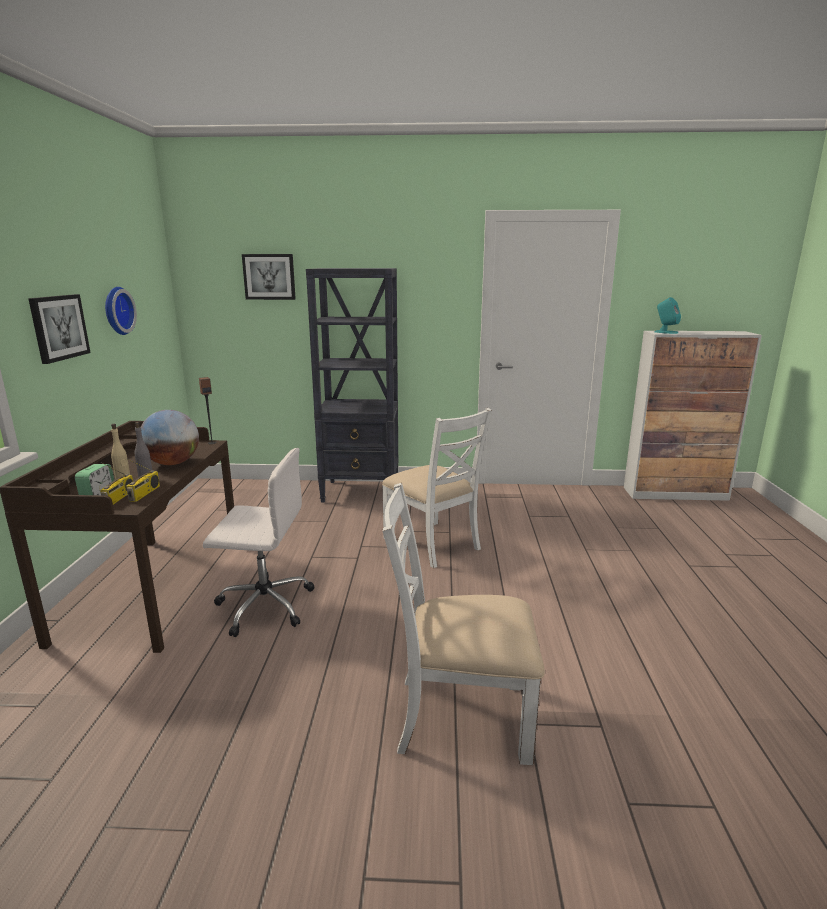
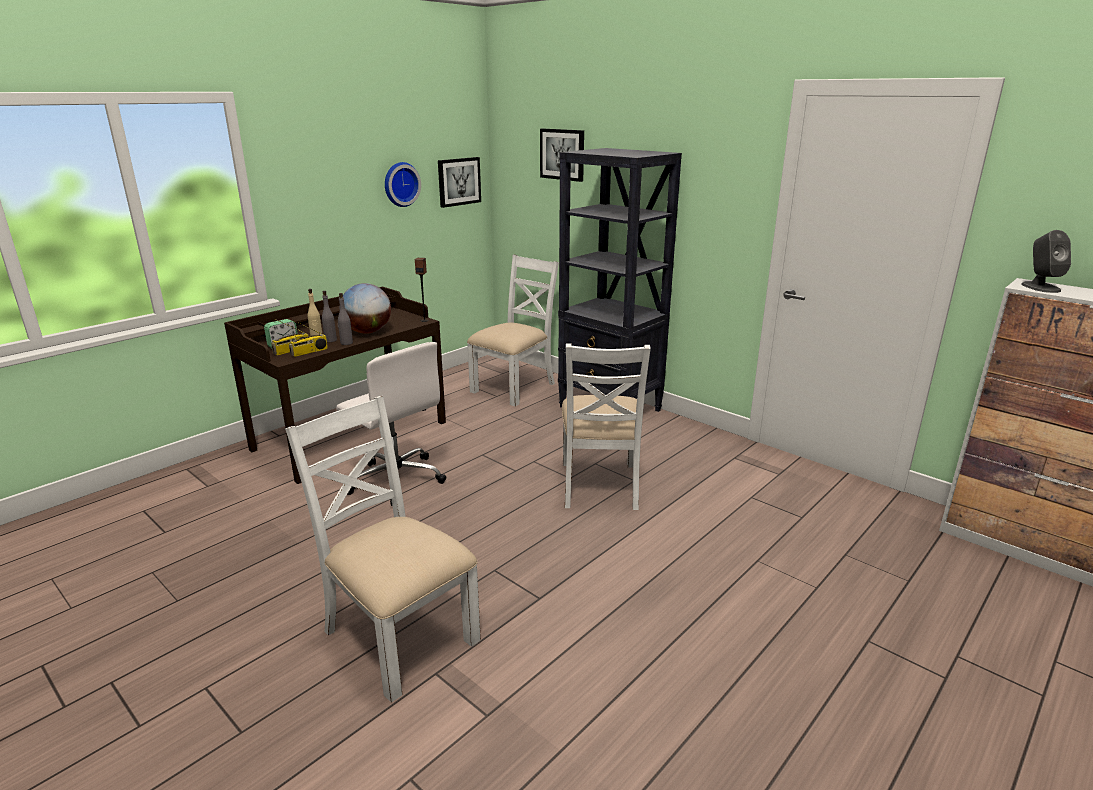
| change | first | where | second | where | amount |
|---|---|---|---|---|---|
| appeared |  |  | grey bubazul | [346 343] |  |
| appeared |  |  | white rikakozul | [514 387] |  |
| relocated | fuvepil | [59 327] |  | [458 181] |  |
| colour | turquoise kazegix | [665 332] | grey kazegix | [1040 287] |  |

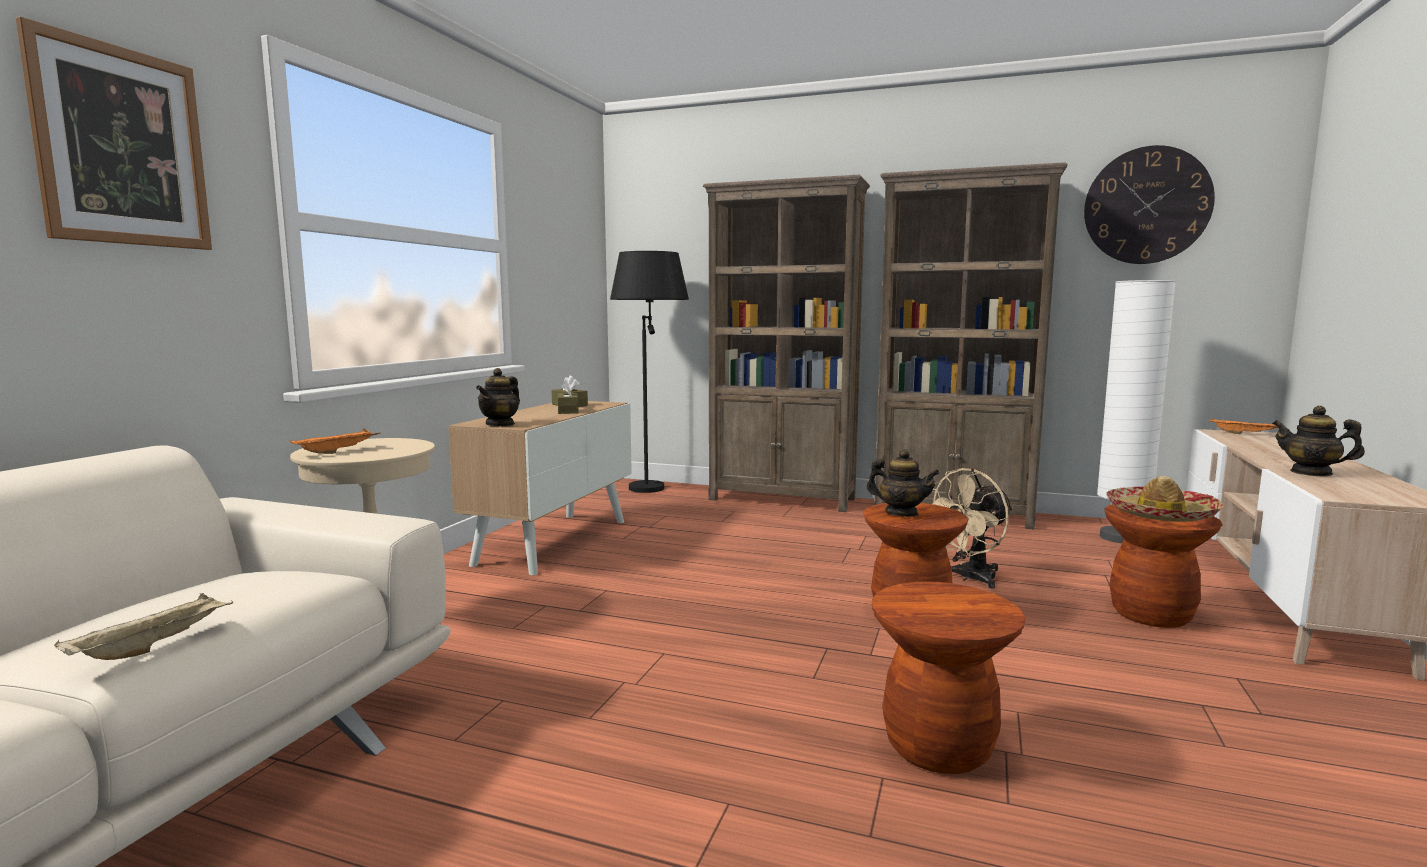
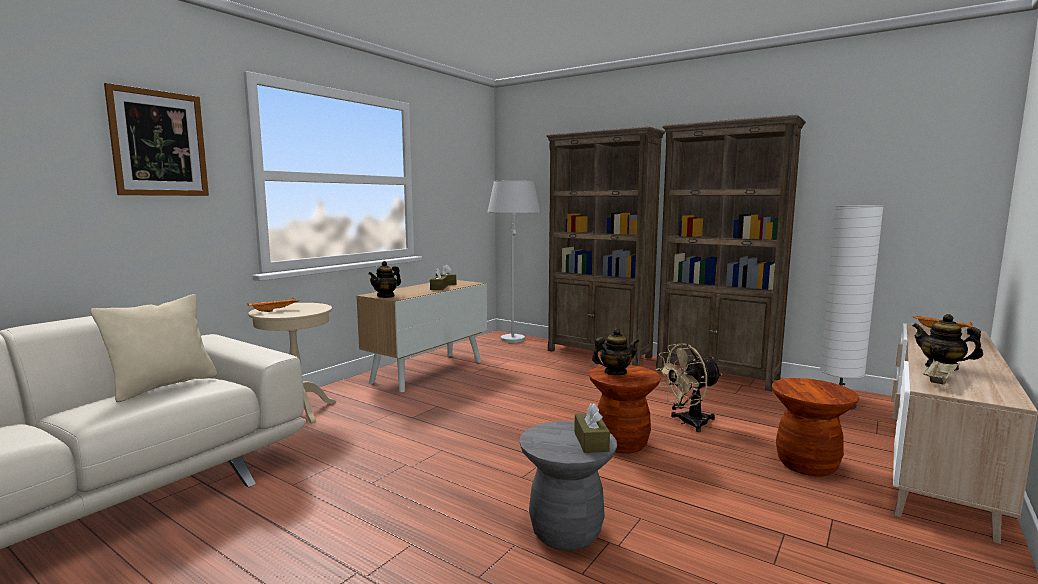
| change | first | where | second | where | amount |
|---|---|---|---|---|---|
| missing | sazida | [1147 205] |  |  |  |
| missing | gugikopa | [1161 514] |  |  |  |
| appeared |  |  | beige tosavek | [163 386] |  |
| appeared |  |  | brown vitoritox | [591 441] |  |
| relocated | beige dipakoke | [153 646] |  | [939 381] |  |
| colour | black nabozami | [652 493] | white nabozami | [514 343] |  |
| colour | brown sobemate | [938 747] | grey sobemate | [566 532] |  |
| spun | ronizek | [901 513] |  | [615 373] | 60 degrees counterclockwise |

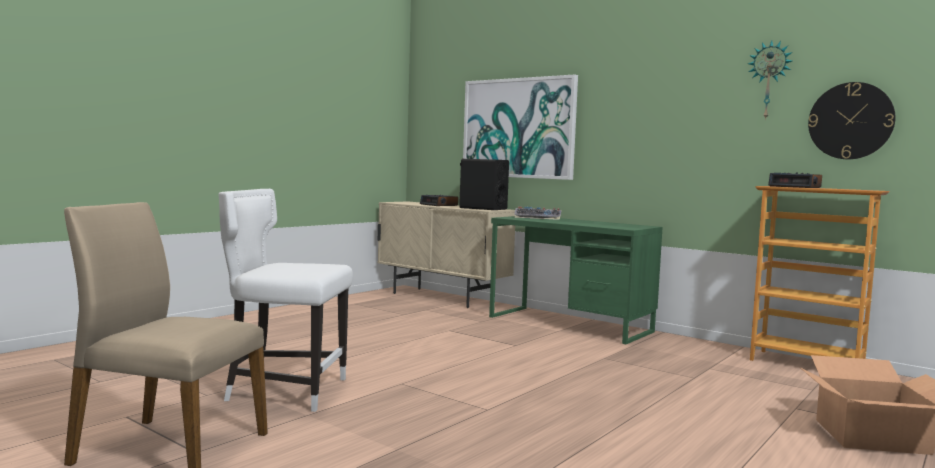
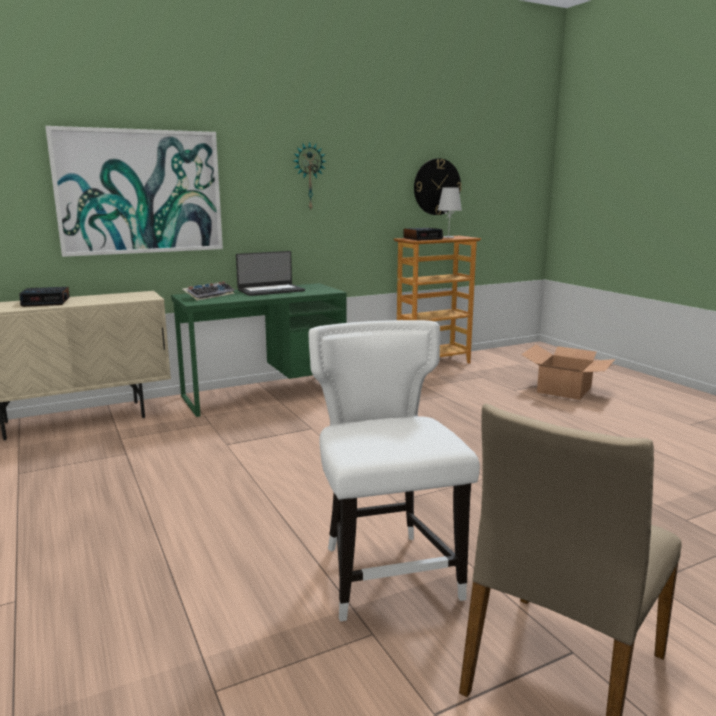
| change | first | where | second | where | amount |
|---|---|---|---|---|---|
| missing | black kazegix | [483 208] |  |  |  |
| appeared |  |  | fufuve | [270 290] |  |
| appeared |  |  | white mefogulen | [448 237] |  |
| relocated | sazida | [769 80] |  | [309 176] |  |
| spun | white rikakozul | [284 391] |  | [386 572] | 135 degrees clockwise |

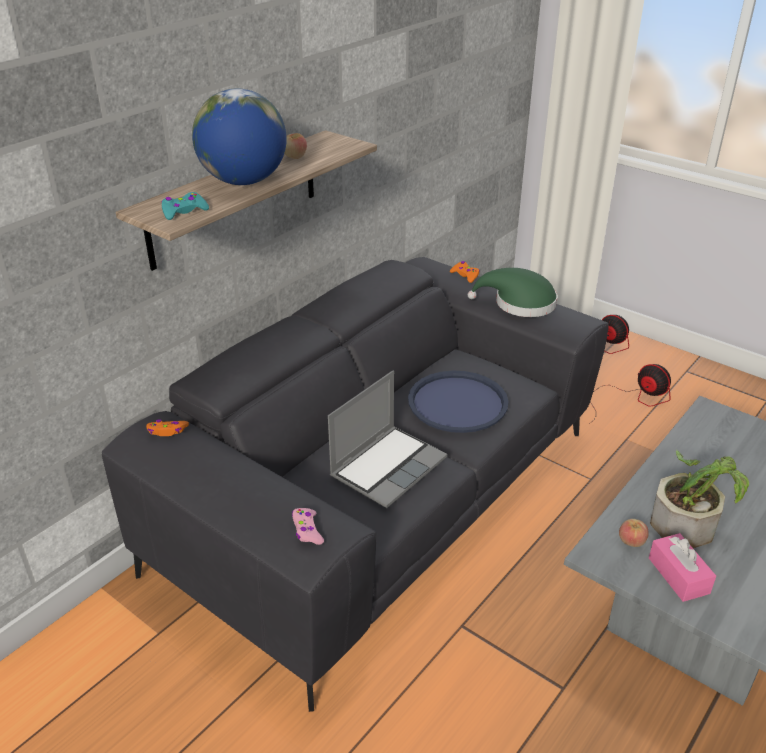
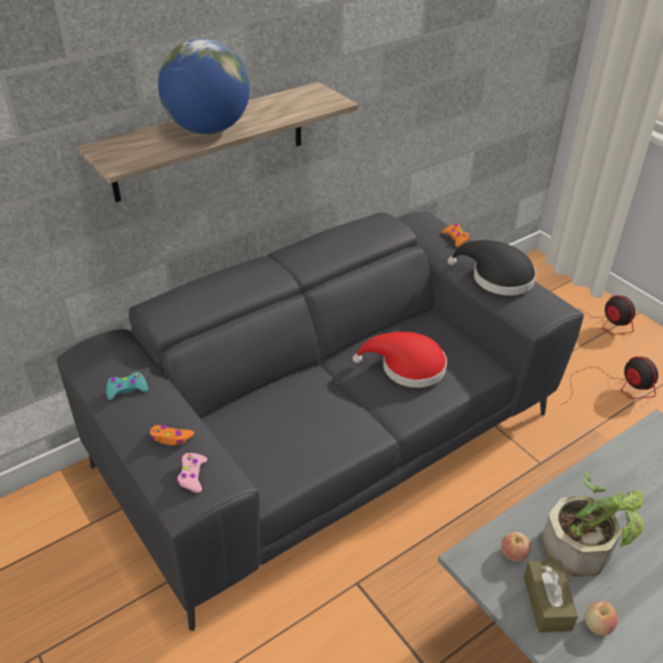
| change | first | where | second | where | amount |
|---|---|---|---|---|---|
| missing | fufuve | [388 466] |  |  |  |
| relocated | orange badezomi | [167 431] |  | [171 438] |  |
| relocated | turquoise badezomi | [184 211] |  | [127 389] |  |
| relocated | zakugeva | [295 157] |  | [597 625] |  |
| exchanged | blue dipakoke | [458 402] | red gugikopa | [407 367] |  |
| colour | green gugikopa | [519 303] | black gugikopa | [497 277] |  |
| colour | pink vitoritox | [678 575] | brown vitoritox | [547 603] |  |

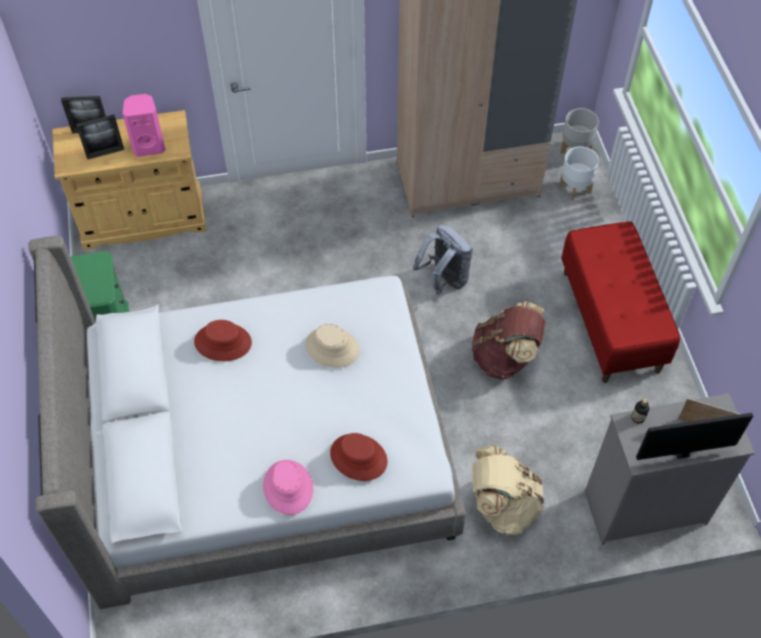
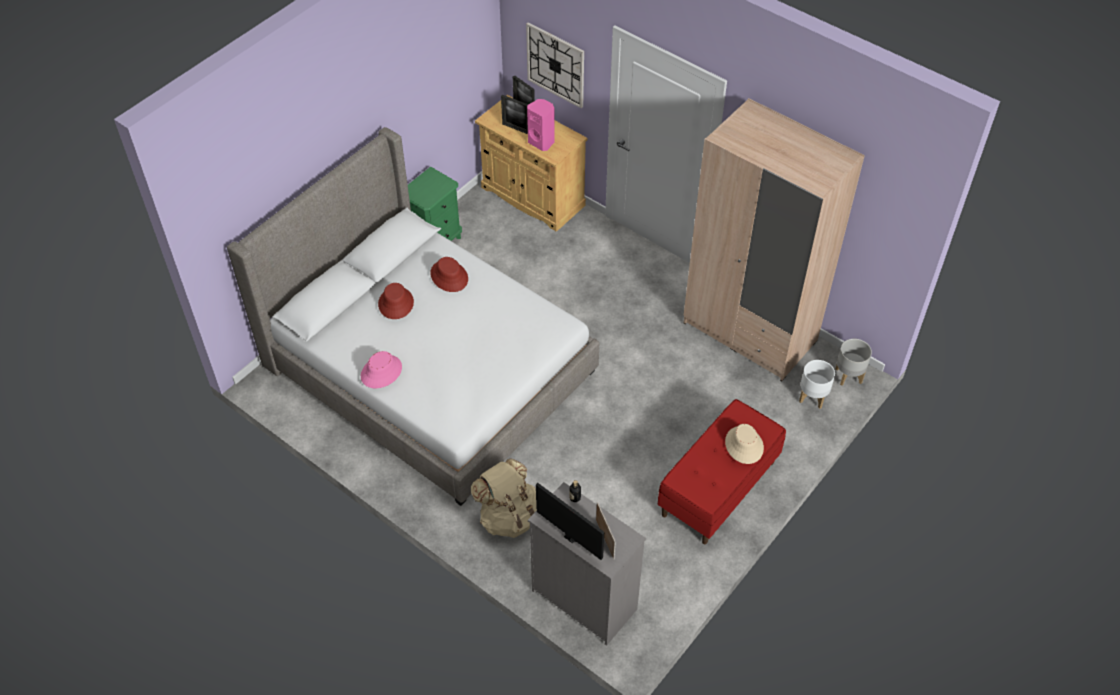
| change | first | where | second | where | amount |
|---|---|---|---|---|---|
| missing | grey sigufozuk | [444 280] |  |  |  |
| missing | brown sigufozuk | [505 357] |  |  |  |
| appeared |  |  | sazida | [556 65] |  |
| relocated | beige gugikopa | [332 348] |  | [744 445] |  |
| relocated | red gugikopa | [358 457] |  | [395 303] |  |

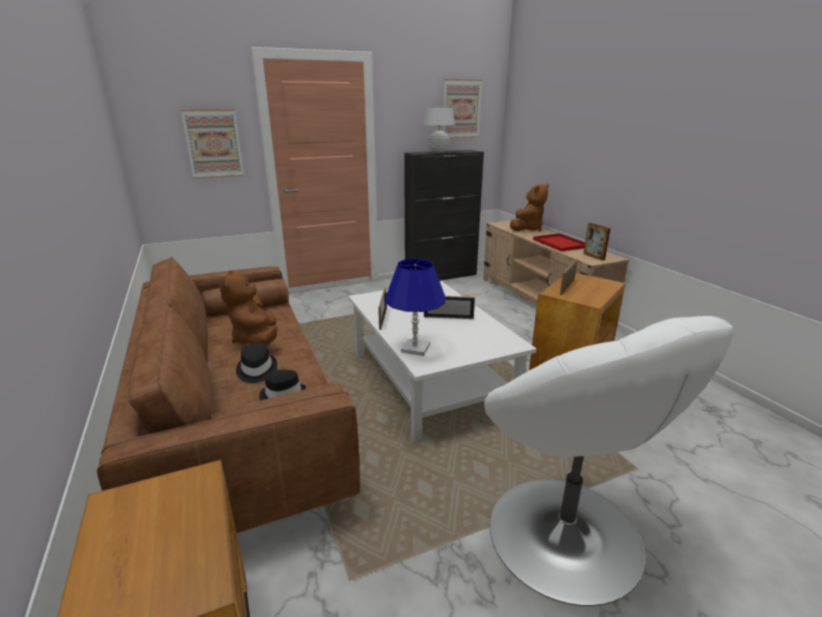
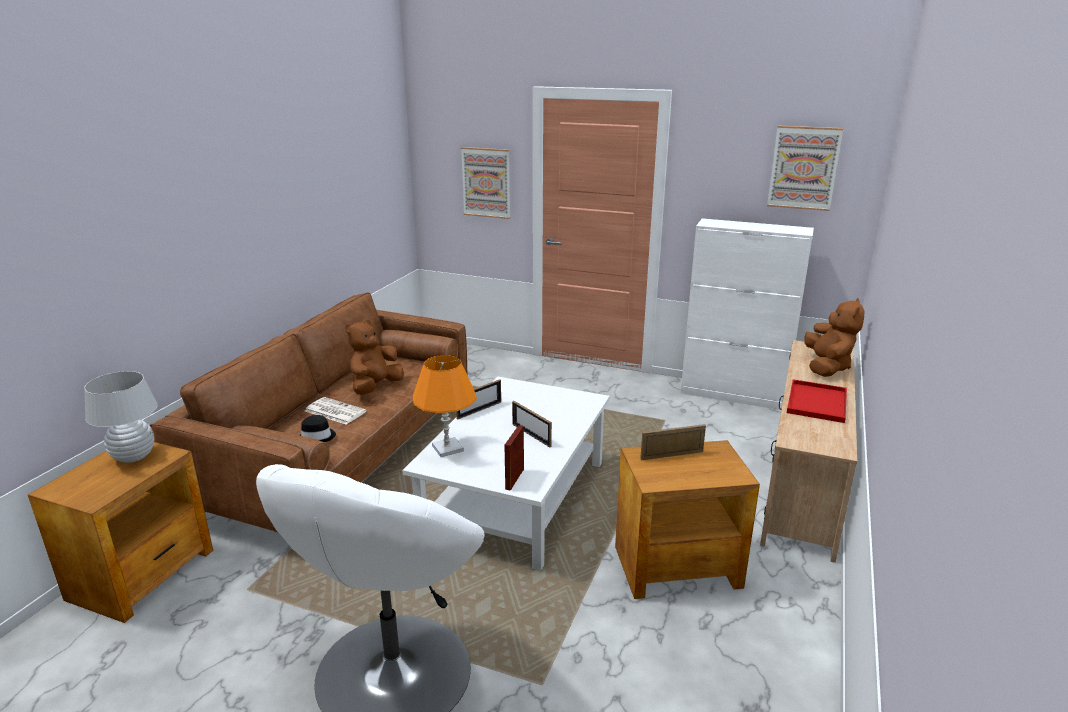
| change | first | where | second | where | amount |
|---|---|---|---|---|---|
| relocated | white mefogulen | [438 152] |  | [133 456] |  |
| relocated | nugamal | [593 257] |  | [514 479] |  |
| exchanged | black gugikopa | [256 370] | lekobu | [334 411] |  |
| colour | blue mefogulen | [415 348] | orange mefogulen | [447 448] |  |
| colour | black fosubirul | [441 276] | white fosubirul | [734 395] |  |
| spun | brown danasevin | [527 229] |  | [827 367] | 75 degrees counterclockwise |

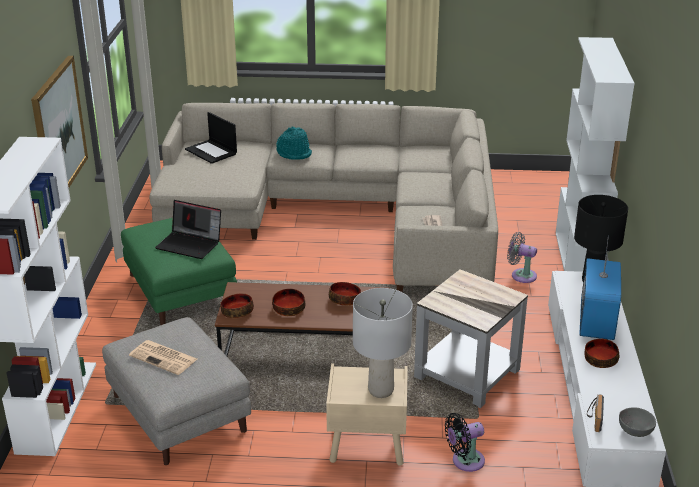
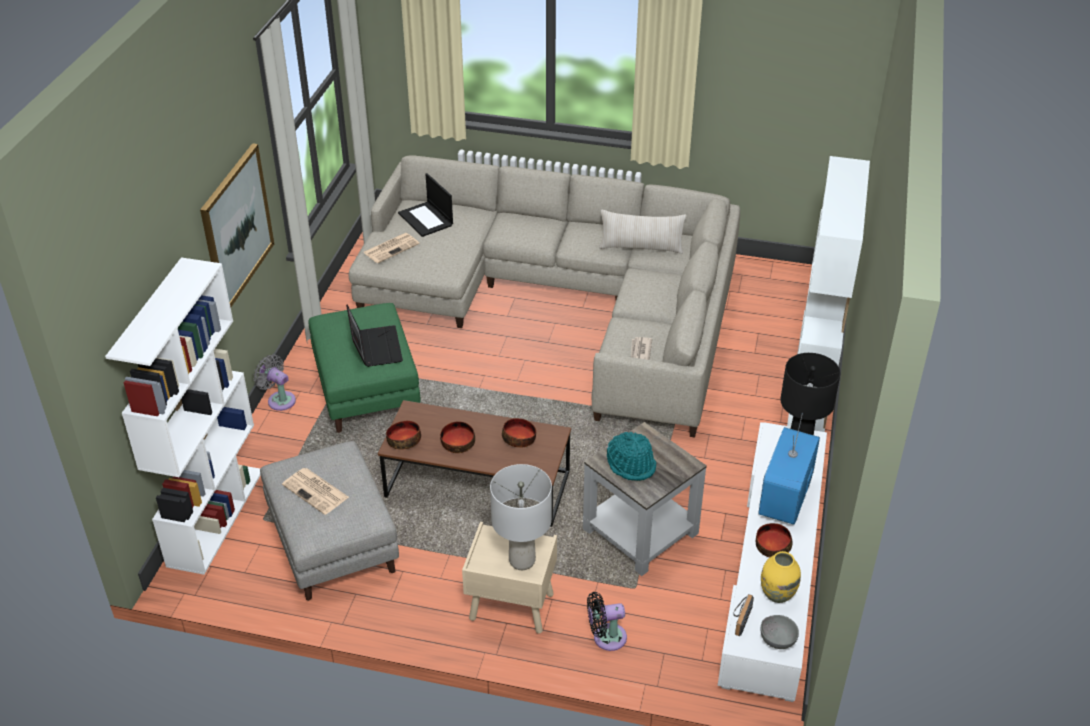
| change | first | where | second | where | amount |
|---|---|---|---|---|---|
| appeared |  |  | lekobu | [391 248] |  |
| appeared |  |  | beige tosavek | [641 247] |  |
| appeared |  |  | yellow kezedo | [777 594] |  |
| relocated | turquoise gugikopa | [294 153] |  | [631 464] |  |
| relocated | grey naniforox | [521 275] |  | [279 399] |  |
| spun | fufuve | [190 244] |  | [375 347] | 135 degrees counterclockwise |

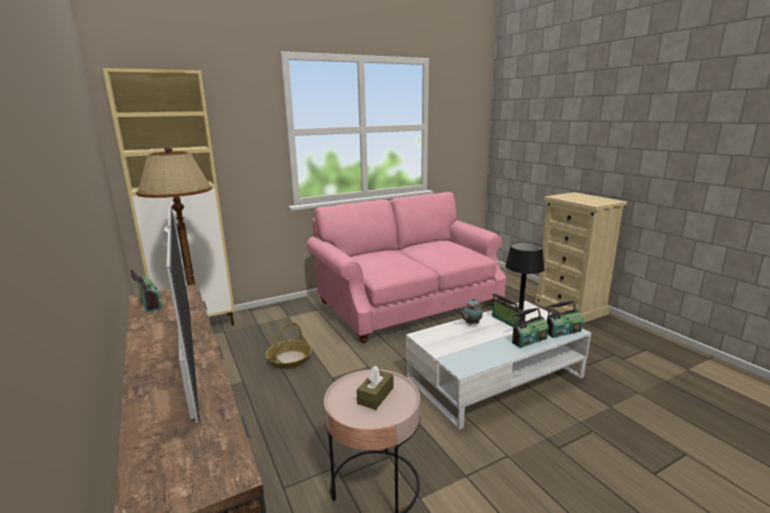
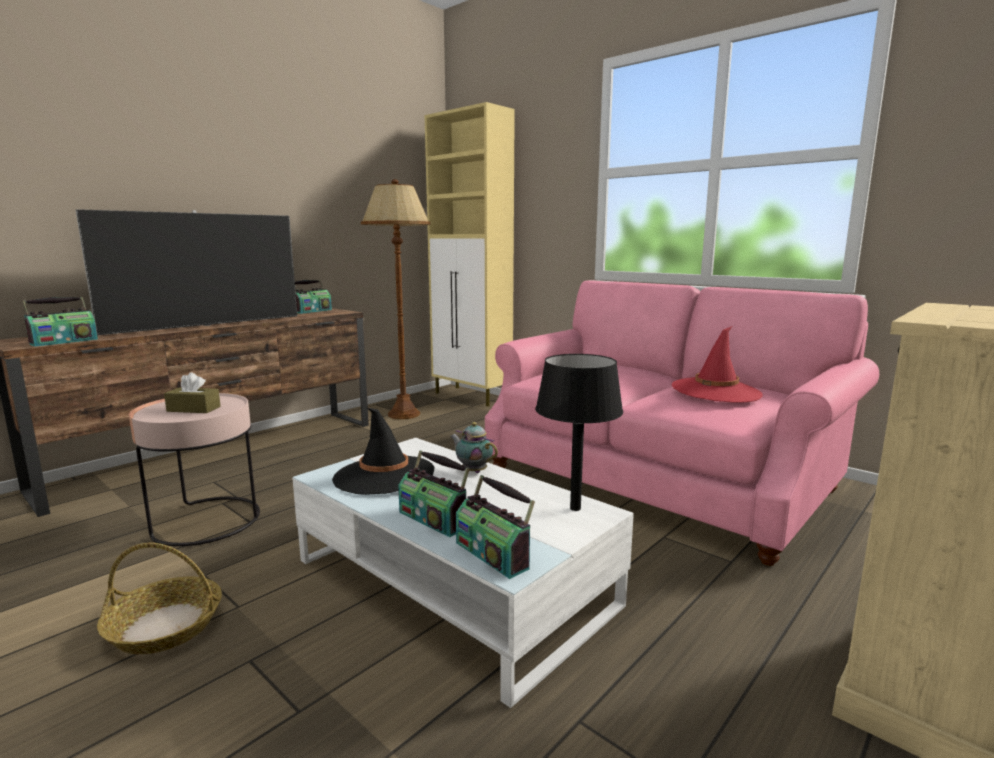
| change | first | where | second | where | amount |
|---|---|---|---|---|---|
| appeared |  |  | black gugikopa | [384 475] |  |
| appeared |  |  | red gugikopa | [716 391] |  |
| relocated | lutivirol | [289 359] |  | [164 627] |  |
| relocated | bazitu | [507 321] |  | [64 341] |  |

